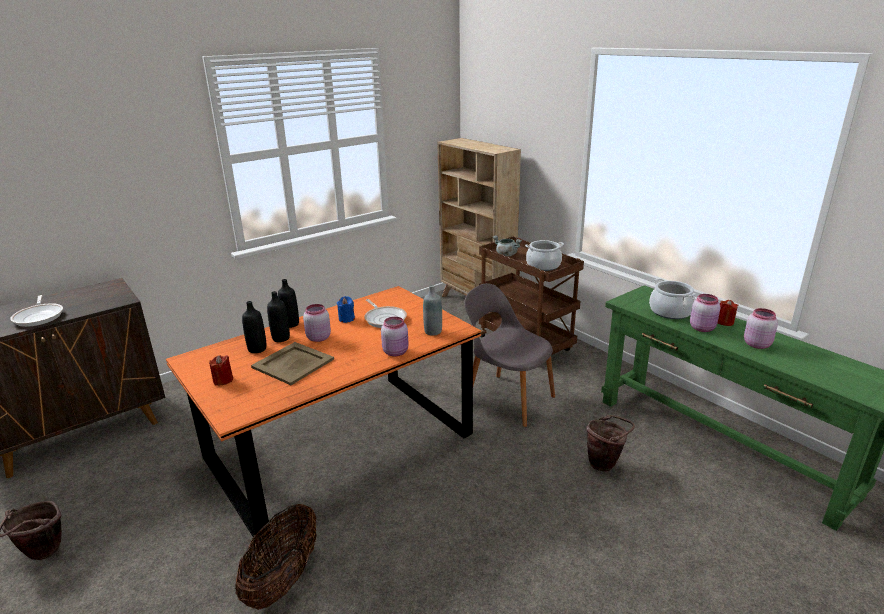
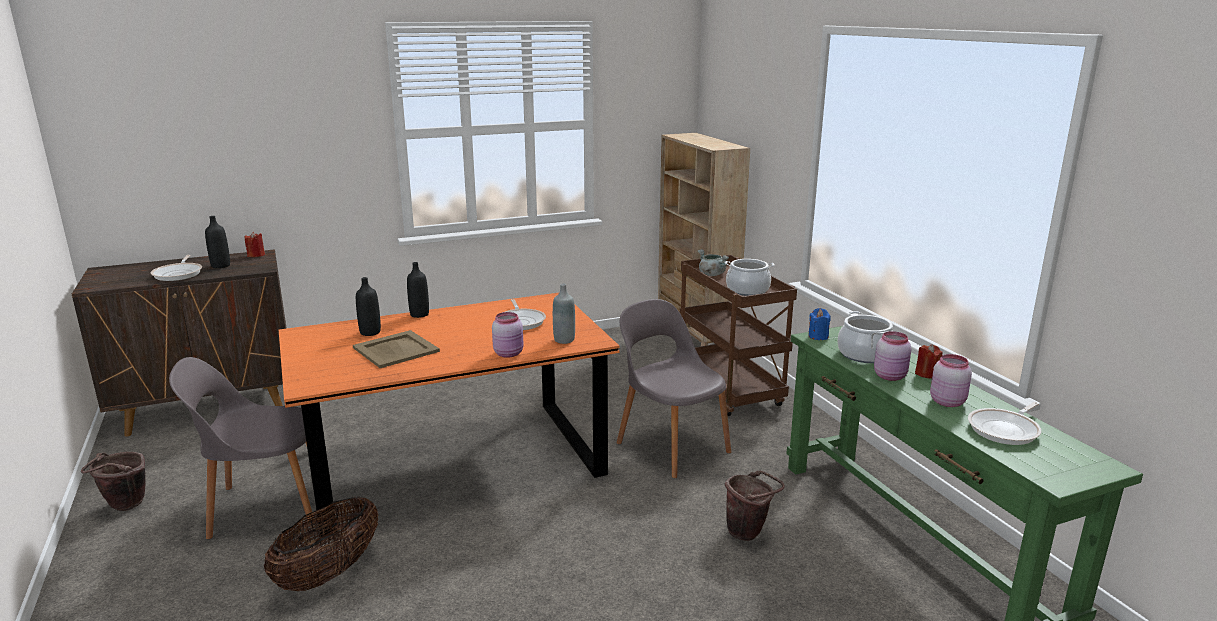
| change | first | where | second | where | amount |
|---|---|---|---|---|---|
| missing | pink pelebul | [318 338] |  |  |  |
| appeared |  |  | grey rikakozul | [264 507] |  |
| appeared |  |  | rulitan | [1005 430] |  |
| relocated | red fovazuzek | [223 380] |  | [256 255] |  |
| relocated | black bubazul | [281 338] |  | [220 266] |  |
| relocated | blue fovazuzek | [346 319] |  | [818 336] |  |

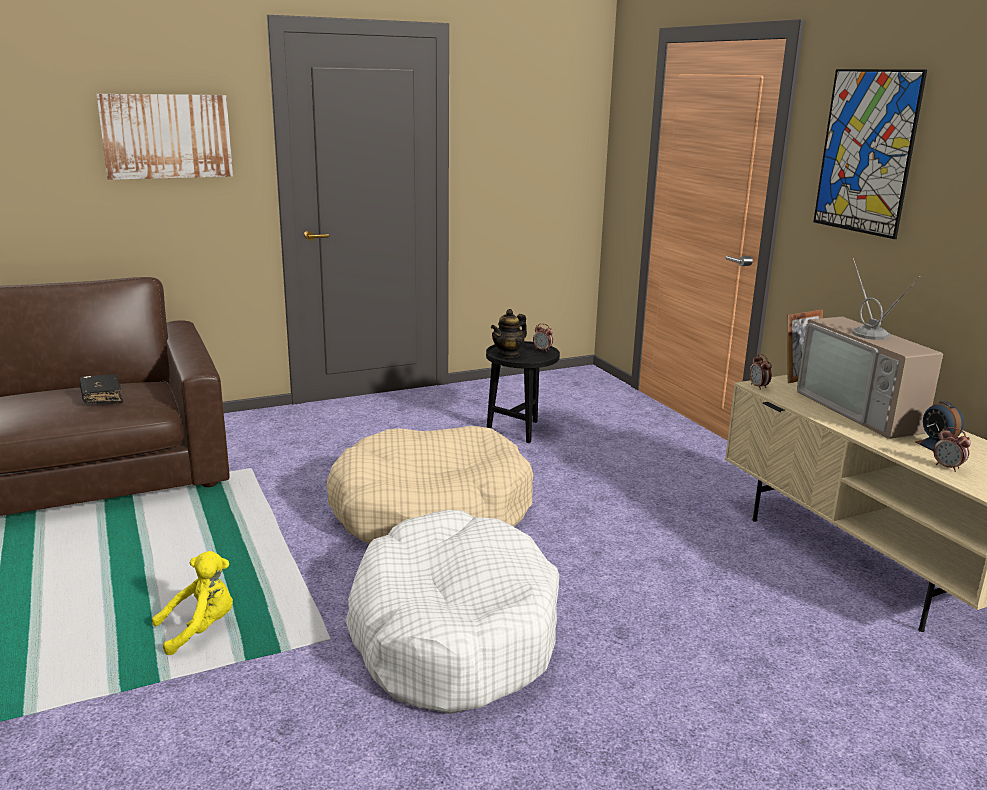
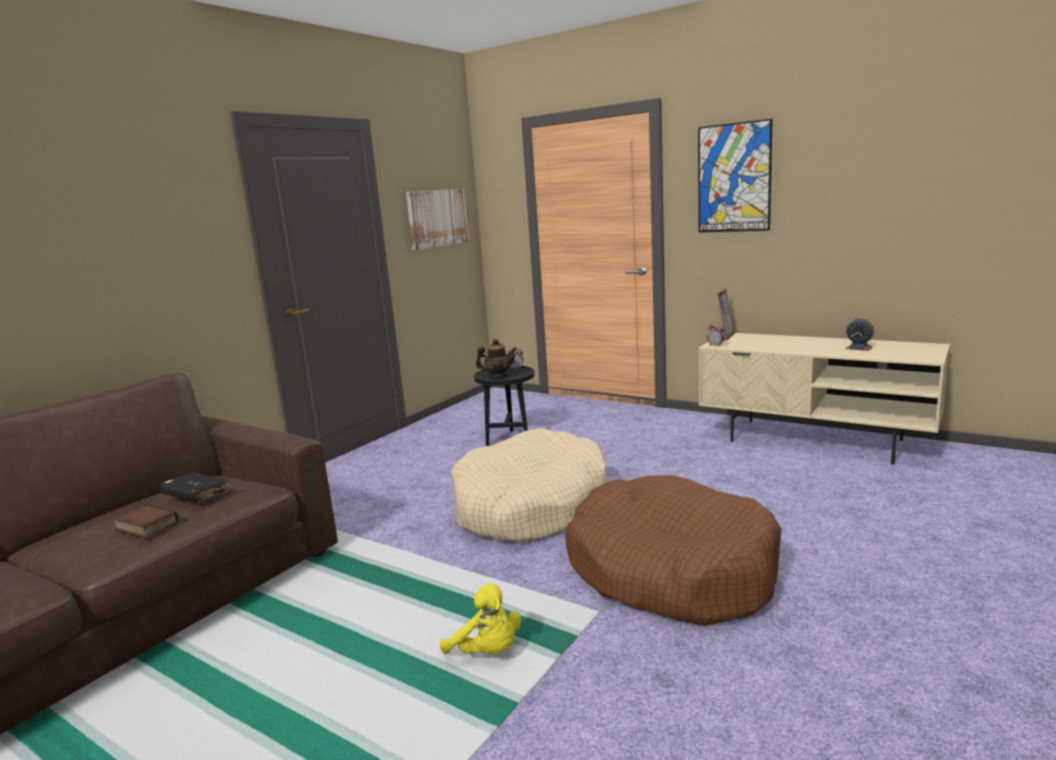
| change | first | where | second | where | amount |
|---|---|---|---|---|---|
| missing | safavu | [866 411] |  |  |  |
| missing | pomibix | [947 467] |  |  |  |
| appeared |  |  | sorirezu | [145 527] |  |
| relocated | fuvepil | [167 136] |  | [437 218] |  |
| colour | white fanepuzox | [452 632] | brown fanepuzox | [671 570] |  |
| spun | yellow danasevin | [200 629] |  | [487 653] | 105 degrees clockwise |
| spun | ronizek | [508 354] |  | [498 376] | 105 degrees counterclockwise |

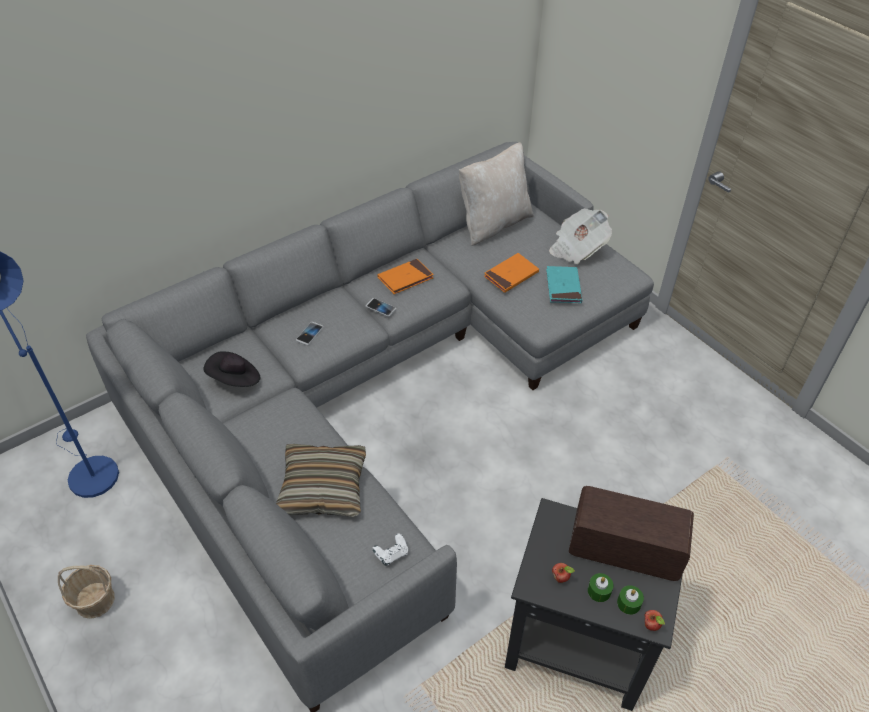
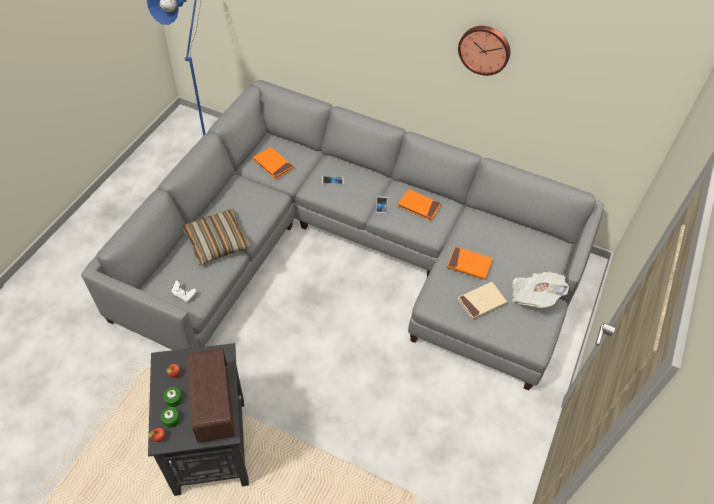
| change | first | where | second | where | amount |
|---|---|---|---|---|---|
| missing | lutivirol | [95 600] |  |  |  |
| missing | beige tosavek | [493 224] |  |  |  |
| appeared |  |  | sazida | [485 49] |  |
| exchanged | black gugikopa | [235 379] | orange sorirezu | [273 164] |  |
| colour | turquoise sorirezu | [563 287] | beige sorirezu | [481 302] |  |

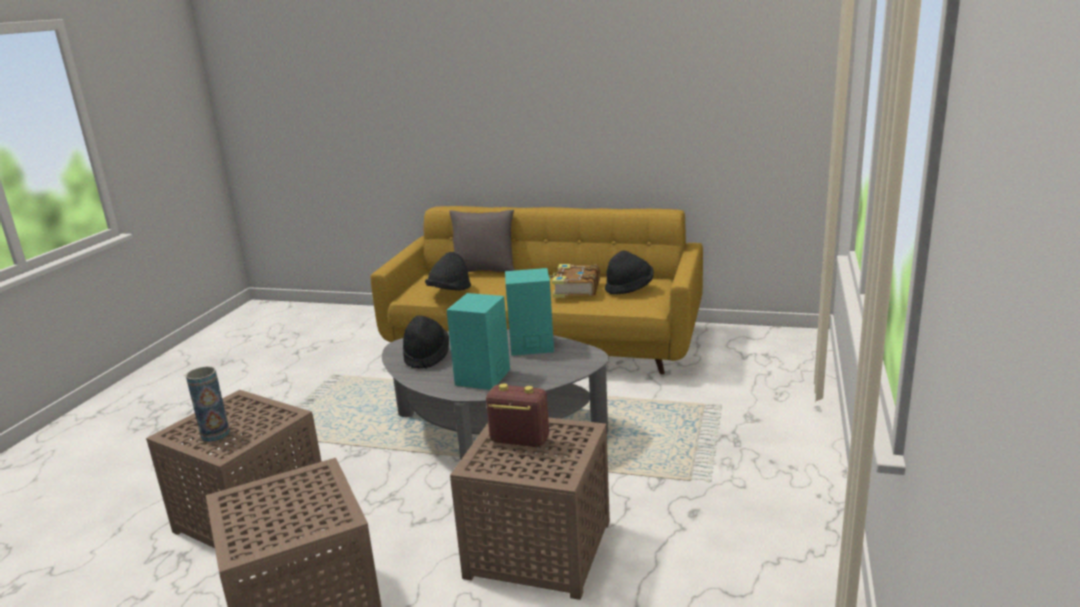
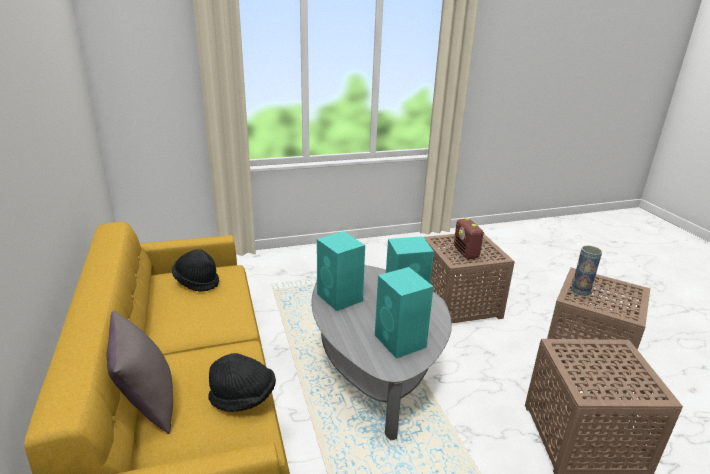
| change | first | where | second | where | amount |
|---|---|---|---|---|---|
| missing | sorirezu | [575 289] |  |  |  |
| relocated | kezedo | [215 434] |  | [580 290] |  |
| exchanged | black gugikopa | [426 356] | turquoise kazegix | [400 342] |  |

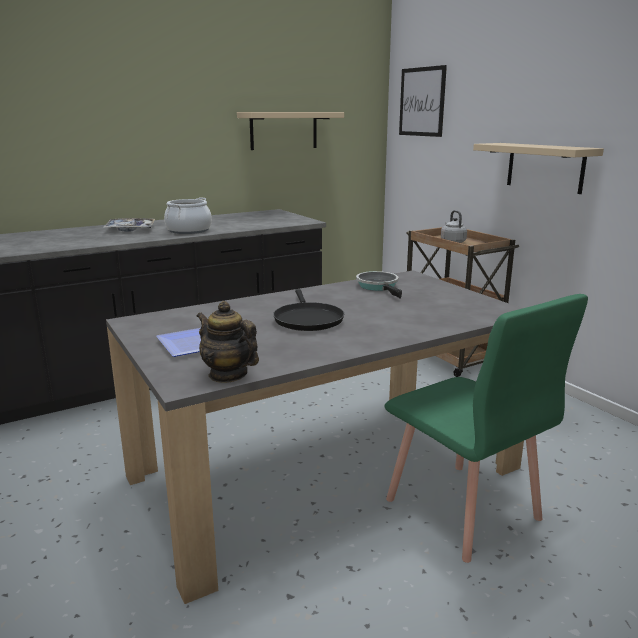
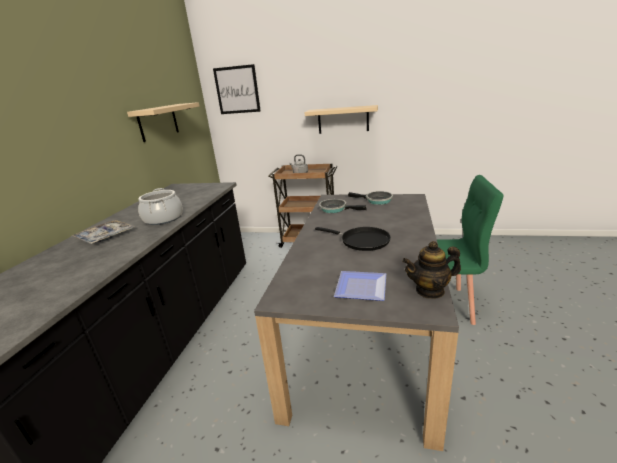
| change | first | where | second | where | amount |
|---|---|---|---|---|---|
| appeared |  |  | rulitan | [376 200] |  |

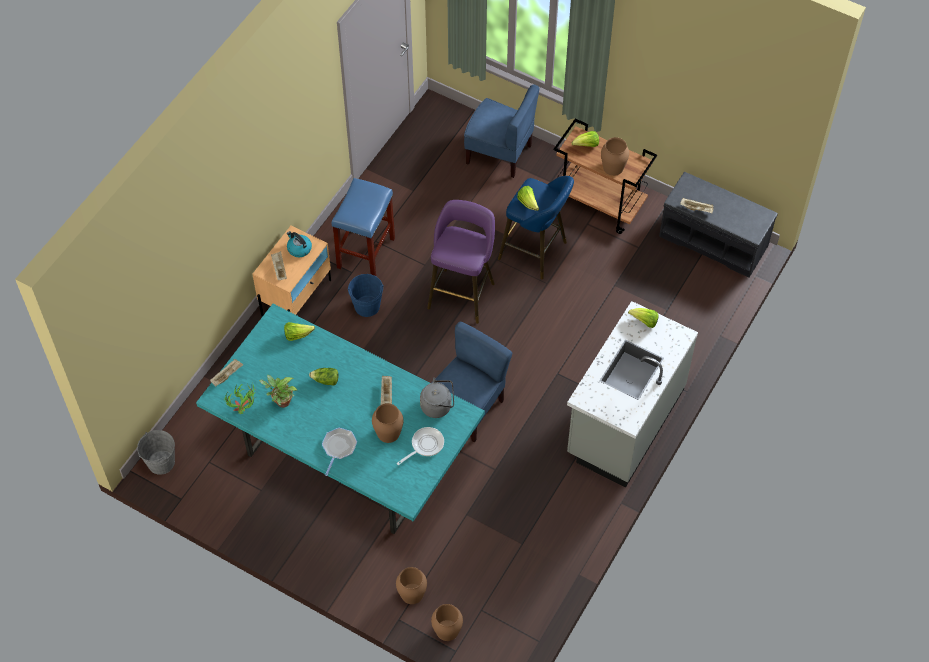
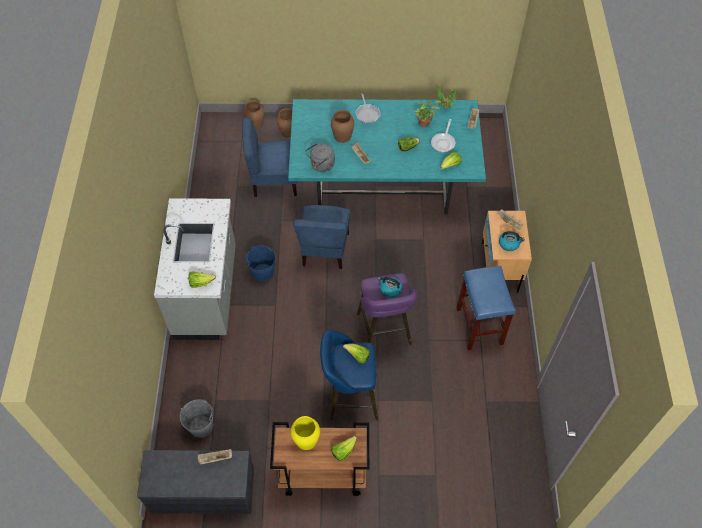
| change | first | where | second | where | amount |
|---|---|---|---|---|---|
| appeared |  |  | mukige | [390 290] |  |
| relocated | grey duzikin | [161 462] |  | [201 426] |  |
| relocated | blue duzikin | [367 306] |  | [263 272] |  |
| relocated | rulitan | [425 445] |  | [443 142] |  |
| relocated | blue rikakozul | [499 154] |  | [274 181] |  |
| colour | brown kezedo | [613 167] | yellow kezedo | [306 439] |  |

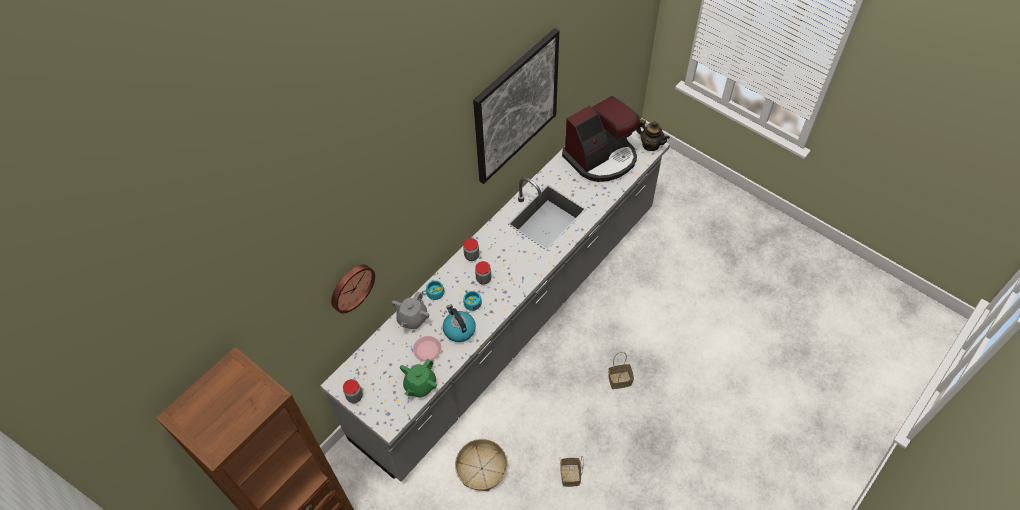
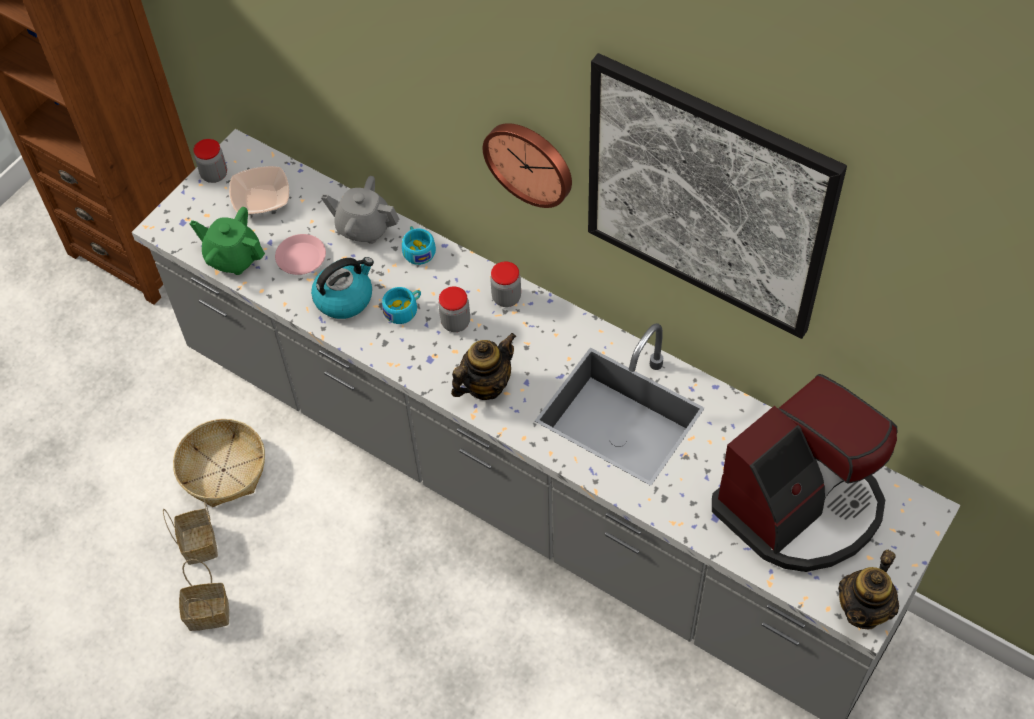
| change | first | where | second | where | amount |
|---|---|---|---|---|---|
| appeared |  |  | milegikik | [261 198] |  |
| appeared |  |  | ronizek | [485 385] |  |
| relocated | sazida | [351 287] |  | [530 162] |  |
| relocated | lutivirol | [620 379] |  | [201 545] |  |
| spun | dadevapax | [601 157] |  | [800 506] | 90 degrees counterclockwise |

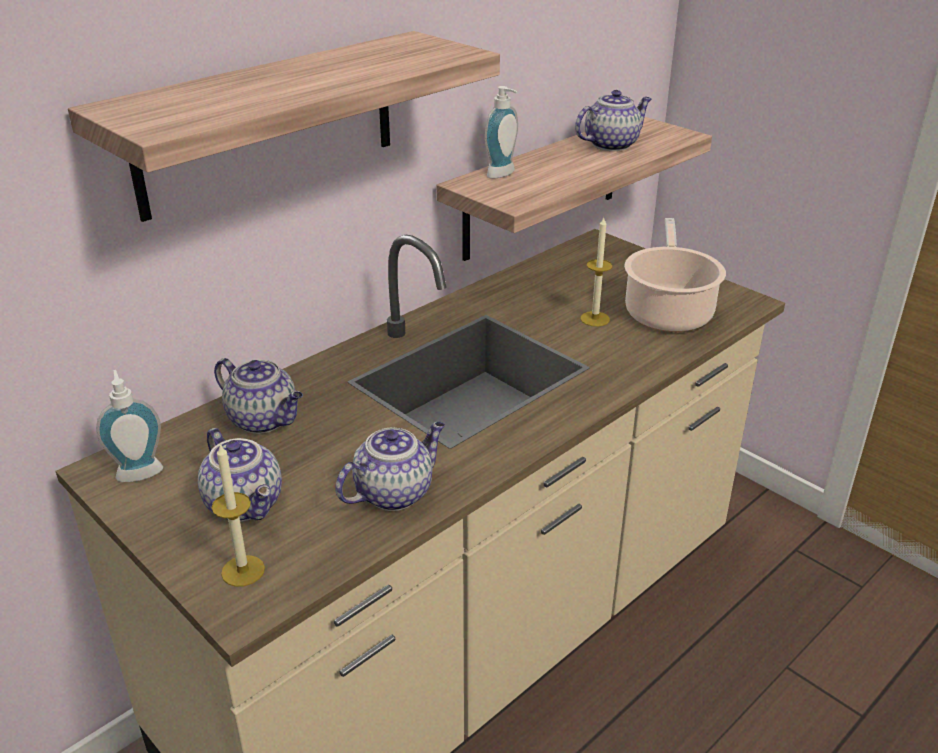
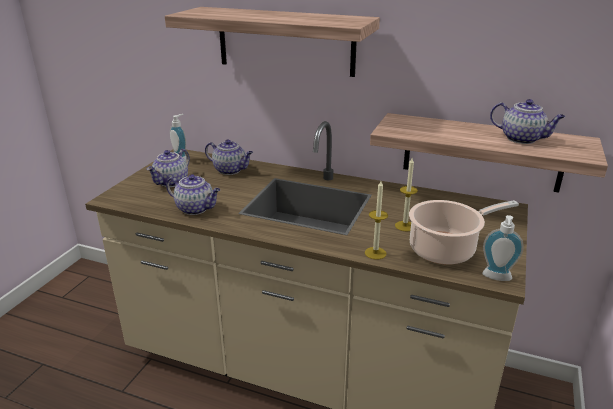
| change | first | where | second | where | amount |
|---|---|---|---|---|---|
| relocated | fovazuzek | [243 571] |  | [375 253] |  |
| relocated | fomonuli | [504 174] |  | [496 278] |  |
| spun | ronizek | [264 420] |  | [230 170] | 75 degrees counterclockwise |

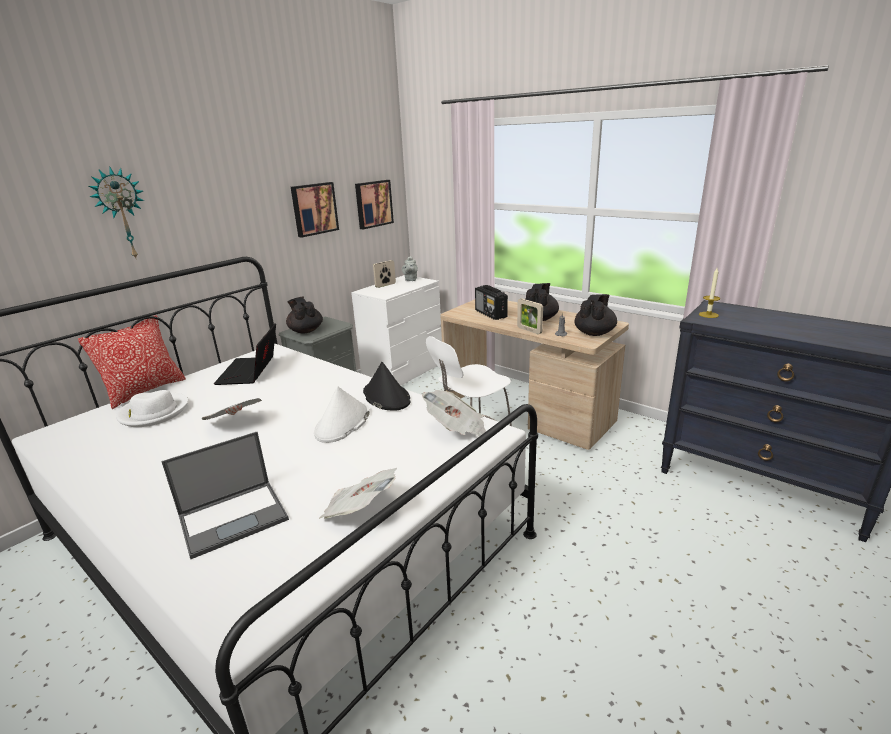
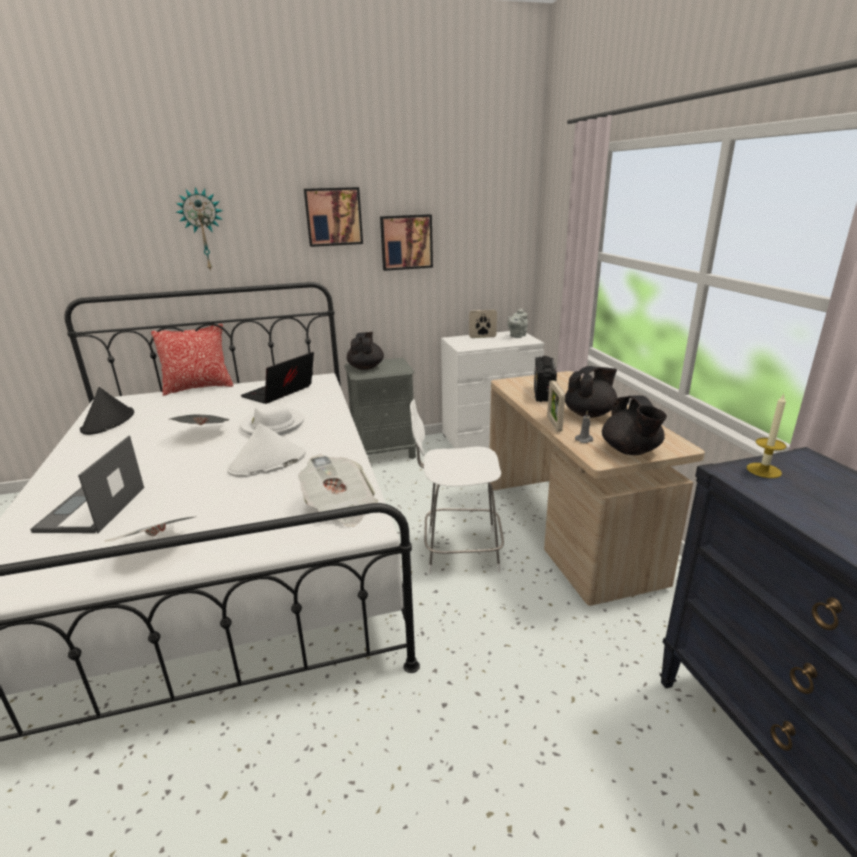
| change | first | where | second | where | amount |
|---|---|---|---|---|---|
| relocated | white gugikopa | [153 412] |  | [273 425] |  |
| relocated | fuvepil | [373 204] |  | [333 216] |  |
| relocated | black gugikopa | [386 397] |  | [108 422] |  |
| spun | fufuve | [234 517] |  | [91 509] | 90 degrees clockwise |
| spun | black ronizek | [594 333] |  | [630 451] | 105 degrees clockwise |

